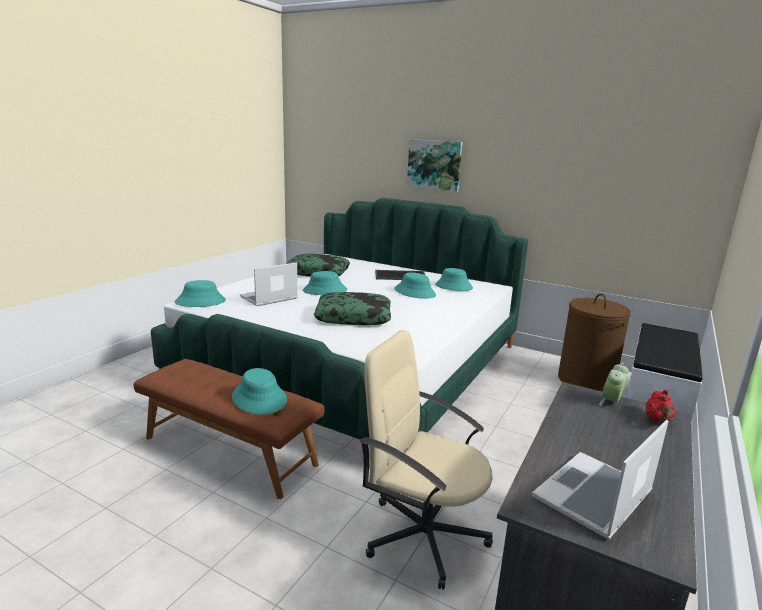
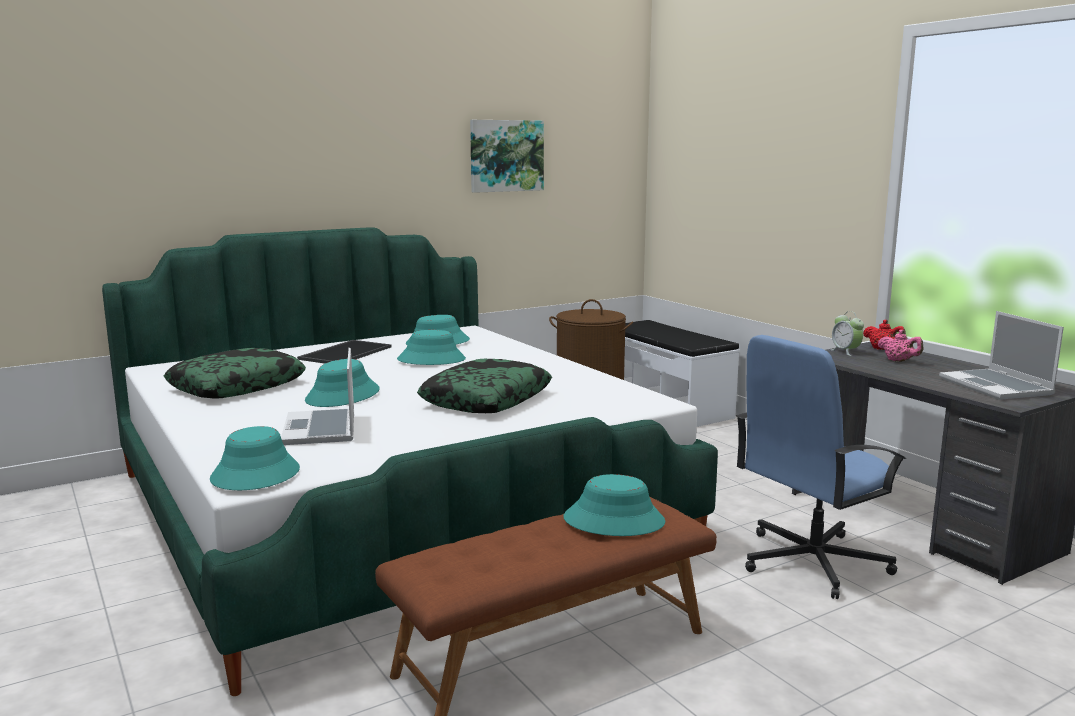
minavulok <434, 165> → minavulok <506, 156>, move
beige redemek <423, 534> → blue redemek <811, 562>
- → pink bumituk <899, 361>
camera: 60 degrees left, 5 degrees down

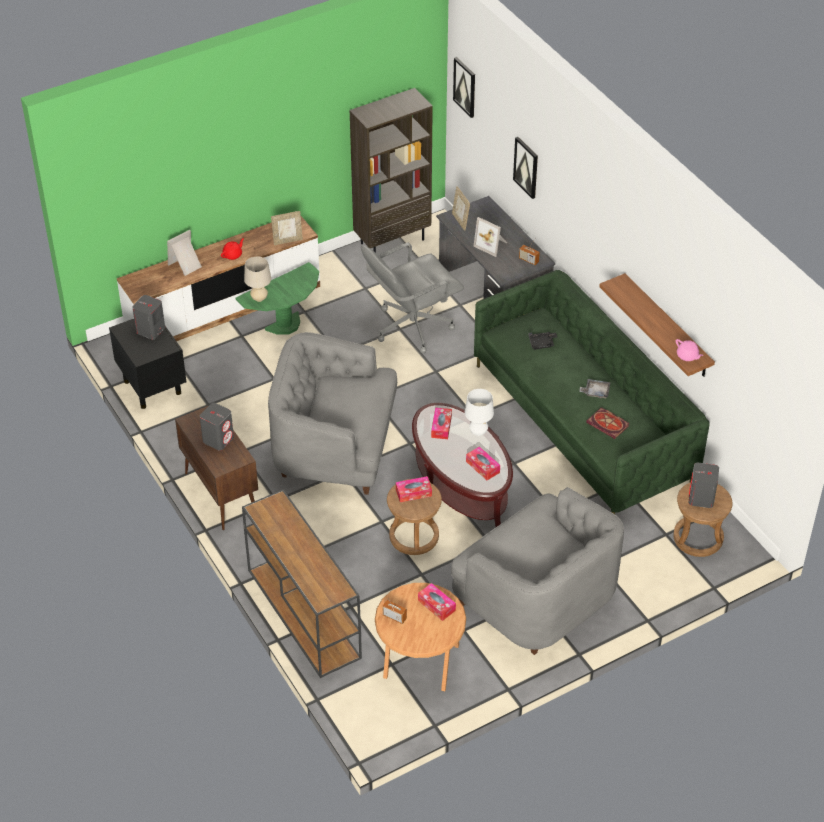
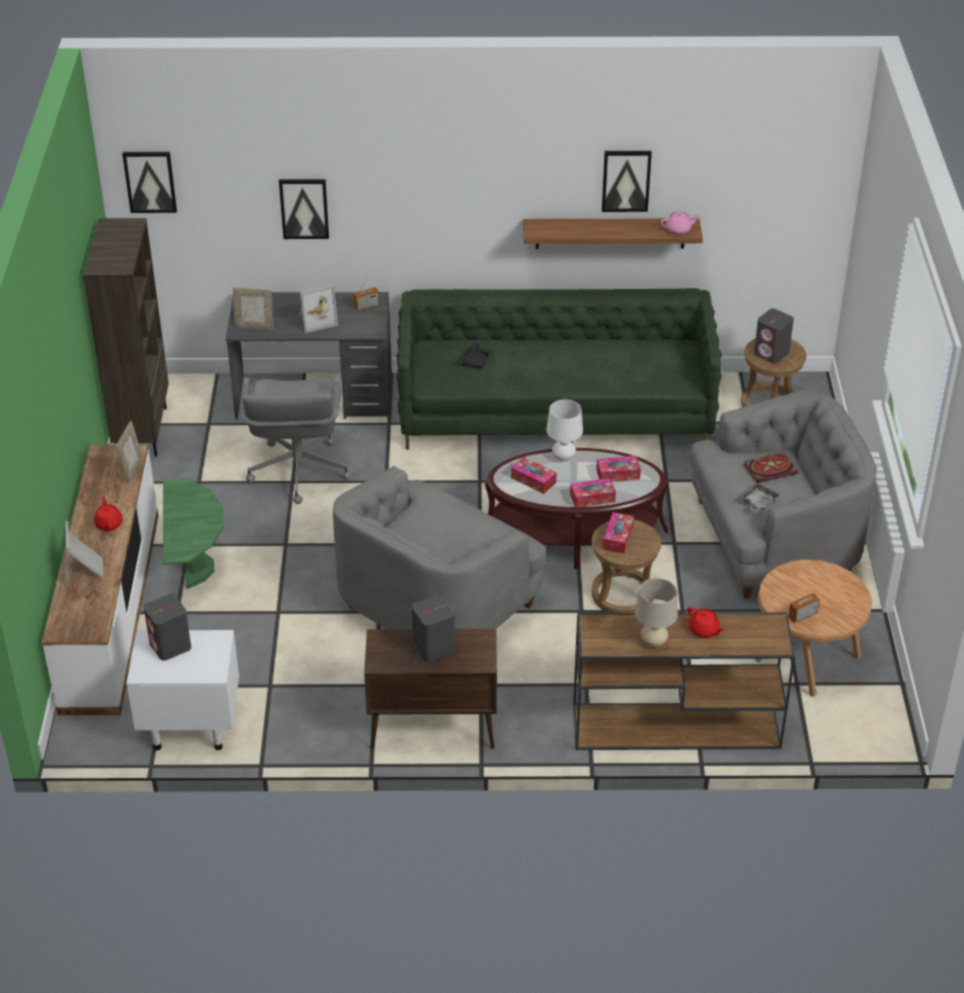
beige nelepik <259, 298> → beige nelepik <653, 642>, move
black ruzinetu <152, 386> → white ruzinetu <189, 726>
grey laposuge <595, 392> → grey laposuge <758, 502>, move
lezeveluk <609, 424> → lezeveluk <771, 468>, move
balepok <436, 605> → balepok <592, 498>, move
- → minavulok <626, 180>
- → red bumituk <704, 630>
camera: 60 degrees left, 5 degrees down

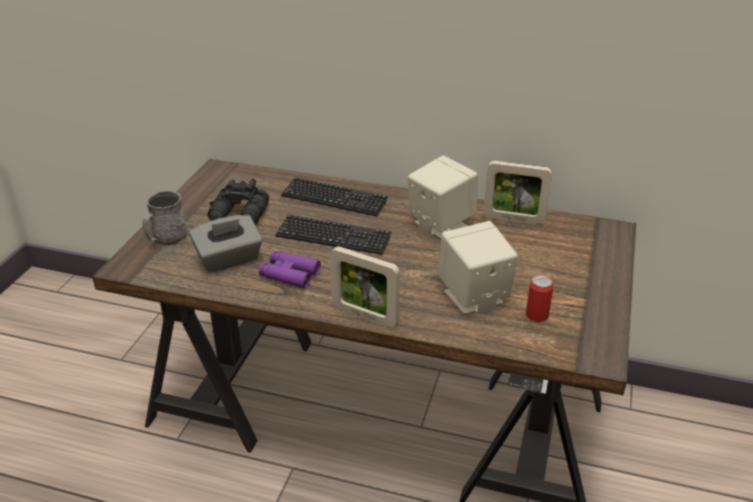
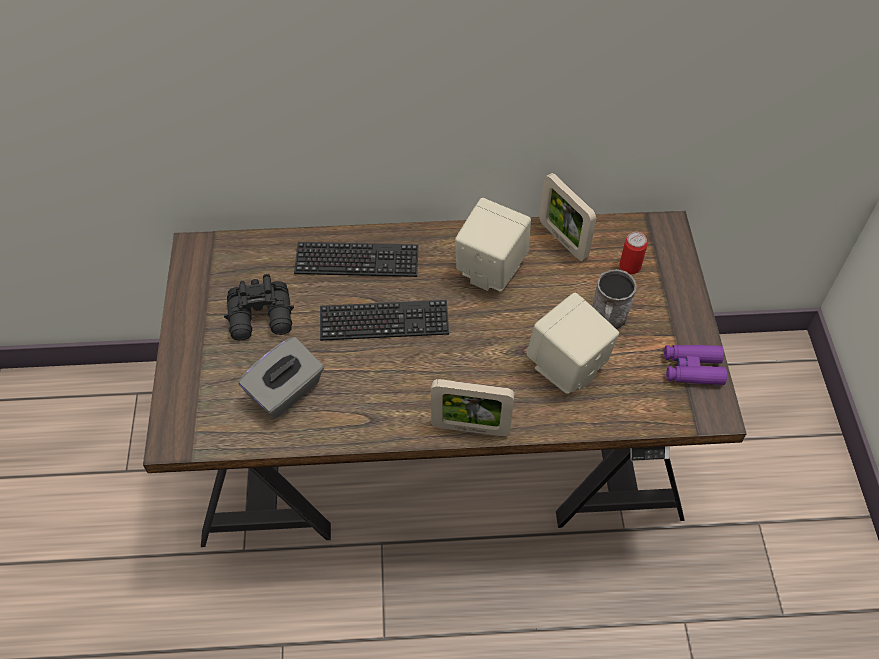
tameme <513, 219> → tameme <563, 240>, 60 degrees clockwise
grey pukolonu <166, 239> → grey pukolonu <607, 320>, move
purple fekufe <289, 274> → purple fekufe <692, 369>, move
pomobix <537, 315> → pomobix <630, 266>, move
camera: 20 degrees left, 20 degrees up

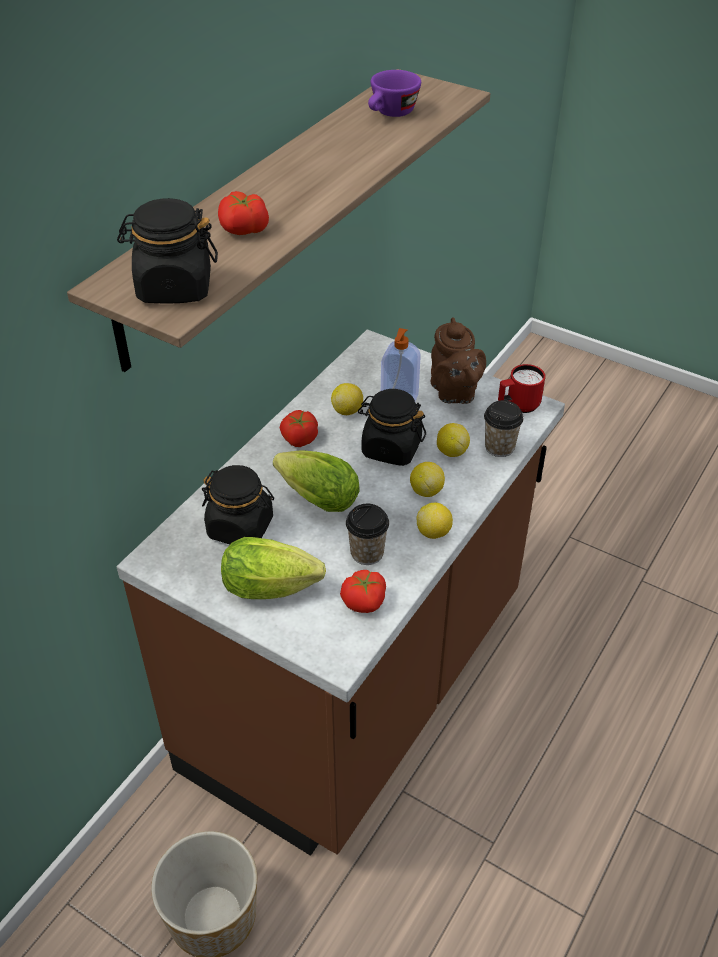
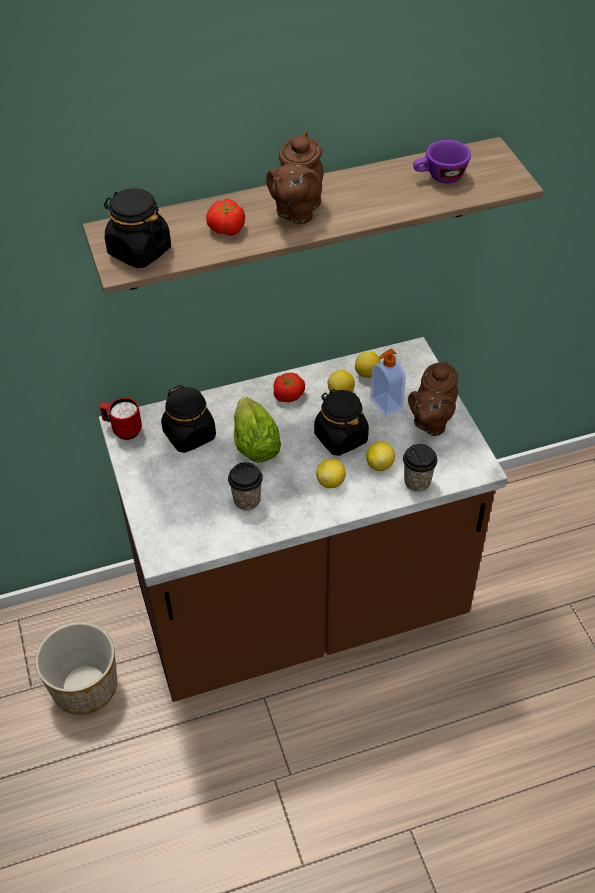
red pukolonu <518, 406> → red pukolonu <123, 430>, move
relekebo <434, 532> → relekebo <367, 374>, move
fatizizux <275, 588> → -
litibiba <364, 601> → -
- → brown bumituk <296, 211>
camera: 40 degrees right, 5 degrees up

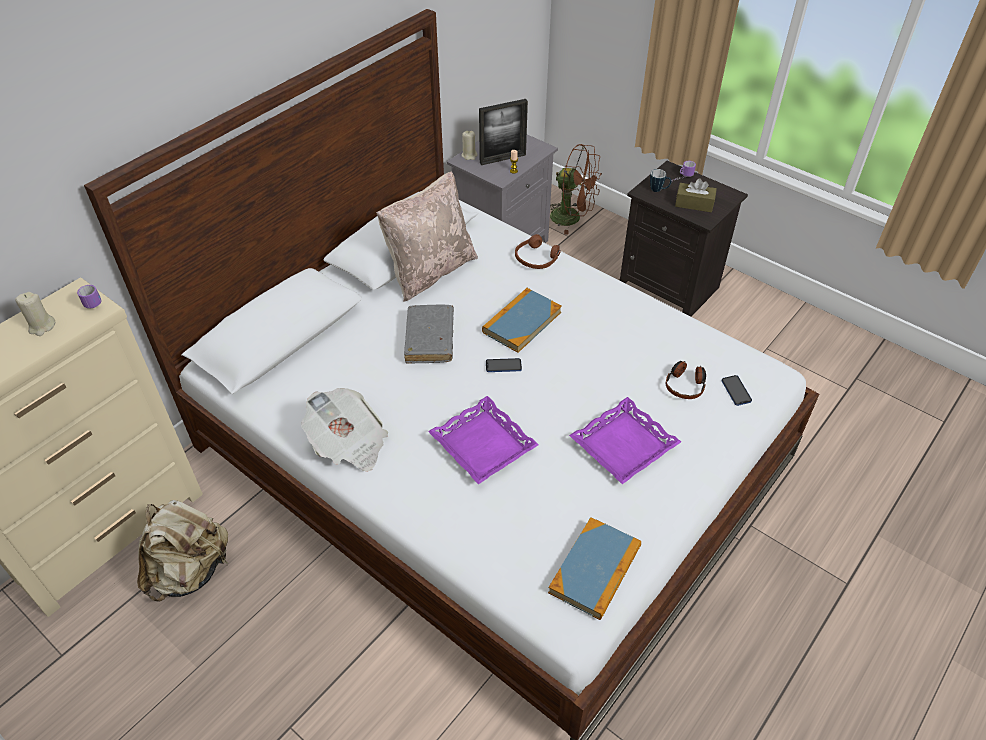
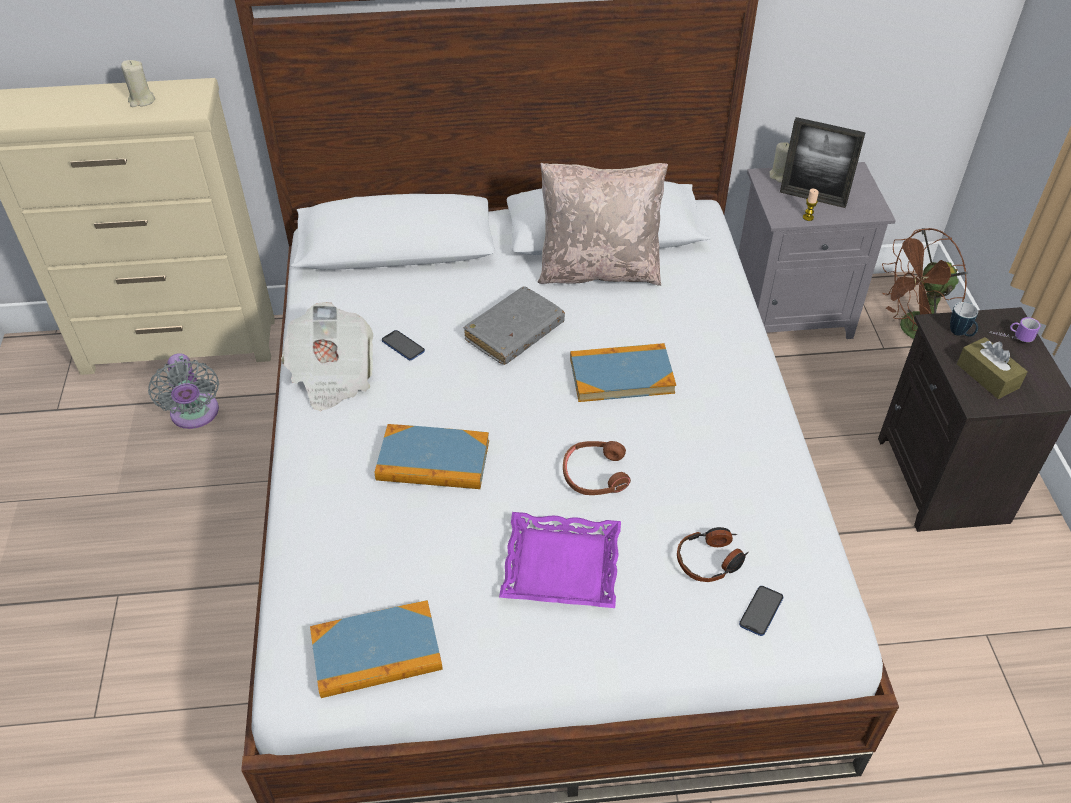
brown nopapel <572, 218> → brown nopapel <913, 331>, 90 degrees clockwise
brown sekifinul <536, 258> → brown sekifinul <595, 474>, move
pukolonu <89, 301> → -
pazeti <503, 366> → pazeti <403, 346>, move
purple laposuge <484, 444> → lezeveluk <433, 461>
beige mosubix <190, 571> → grey nopapel <195, 415>
camera: 45 degrees right, 0 degrees up

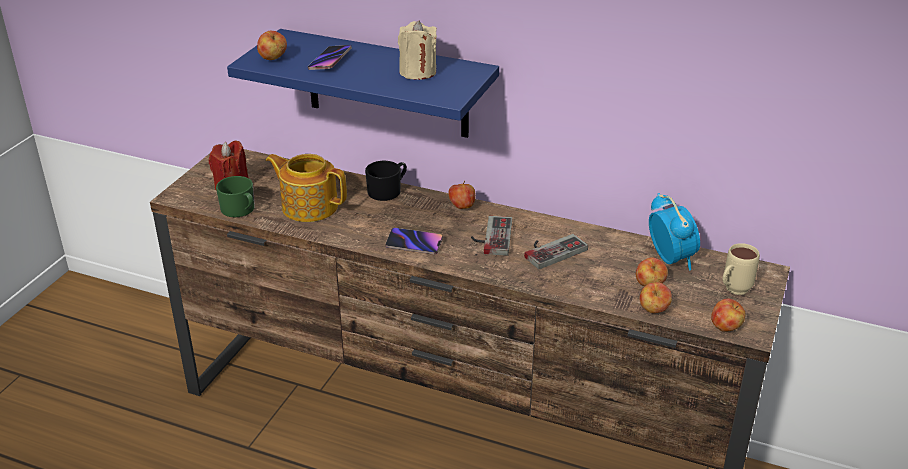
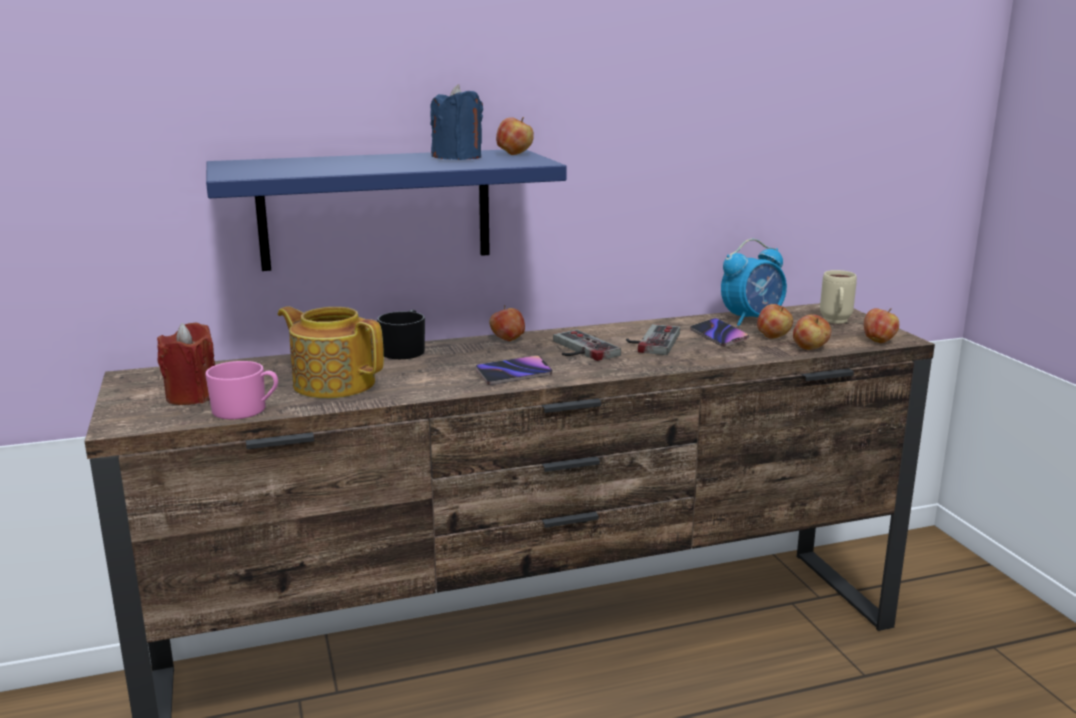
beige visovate <418, 72> → blue visovate <457, 158>
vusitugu <273, 58> → vusitugu <515, 154>, move
pazeti <330, 60> → pazeti <719, 336>, move
bumituk <309, 206> → bumituk <333, 383>, 45 degrees clockwise
green pukolonu <240, 210> → pink pukolonu <246, 410>
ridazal <670, 258> → ridazal <752, 320>, 120 degrees clockwise
camera: 40 degrees left, 15 degrees down

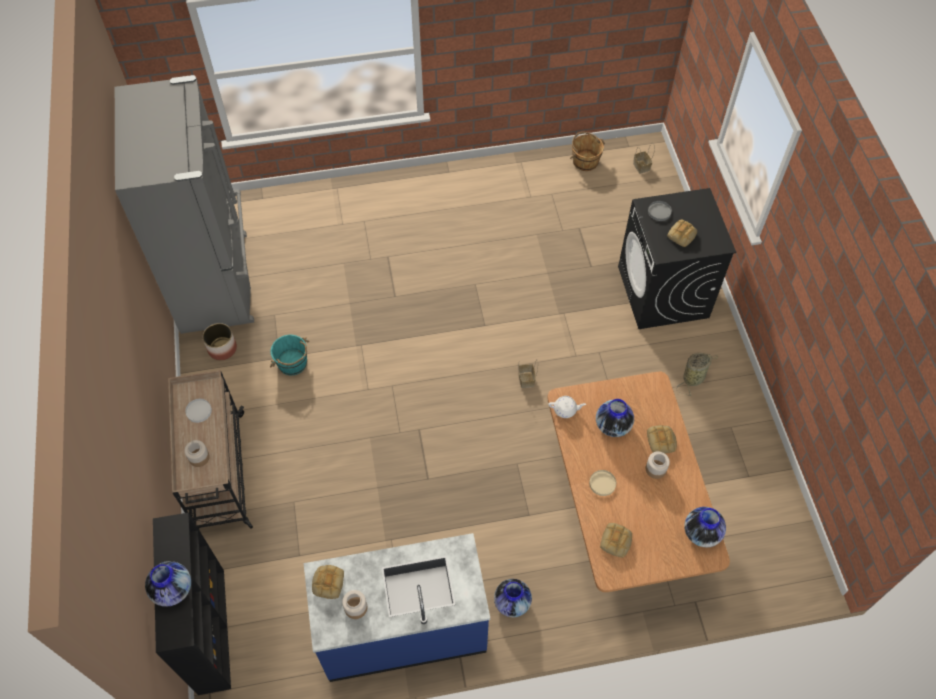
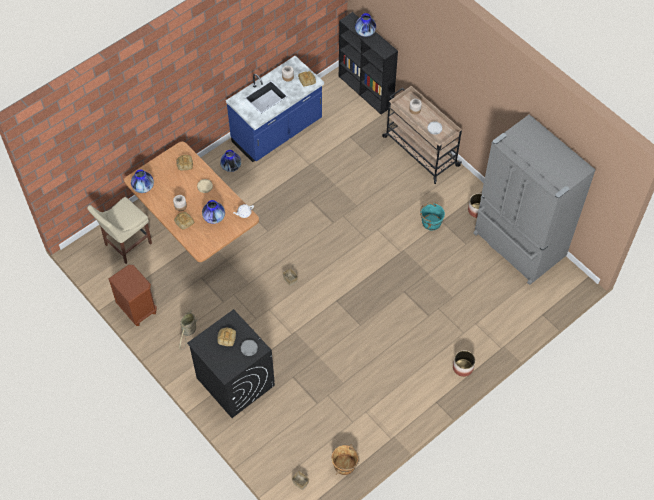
- → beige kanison <126, 245>
- → brown ruzinetu <137, 309>
- → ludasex <462, 367>
camera: 150 degrees right, 0 degrees up

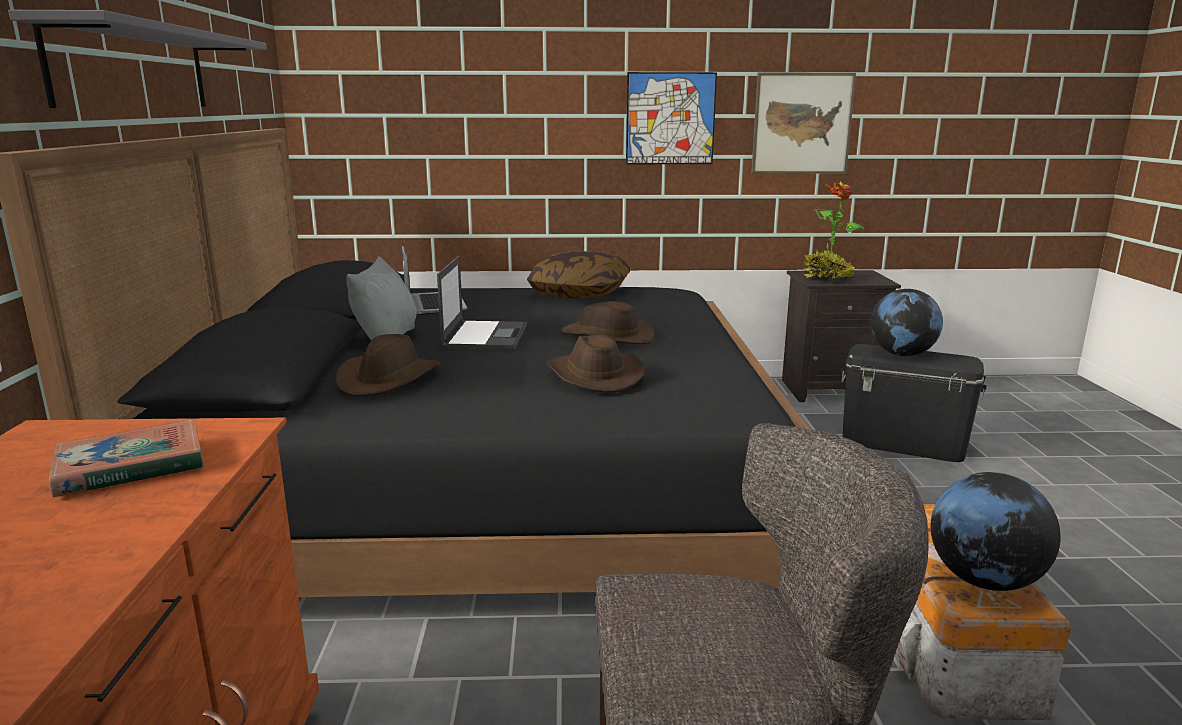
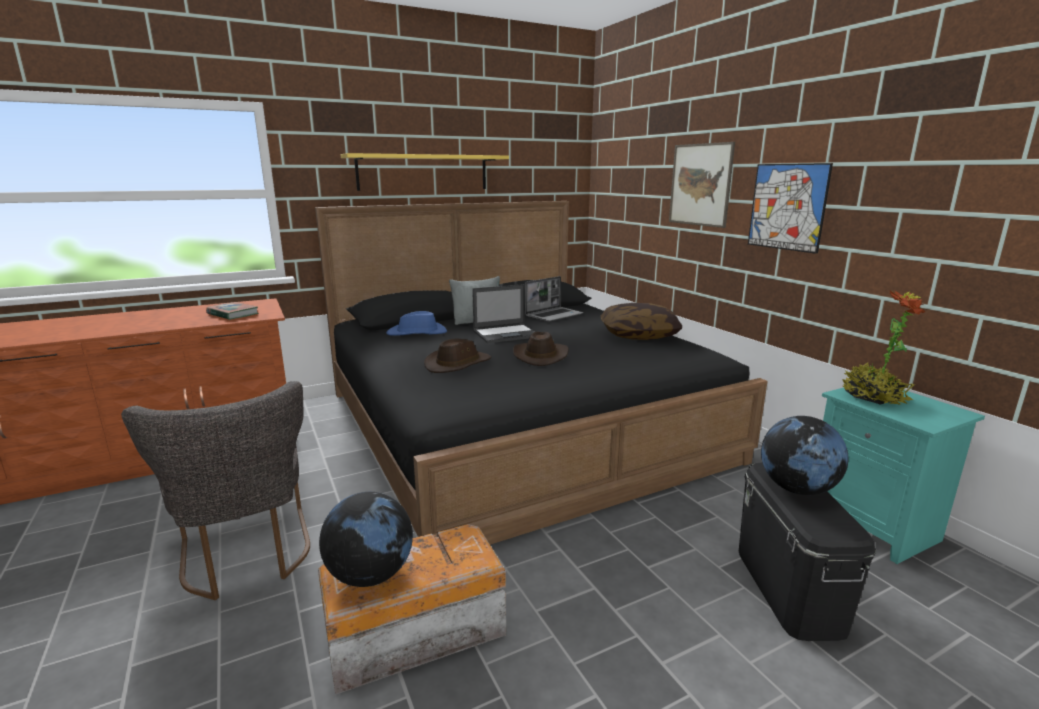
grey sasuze <133, 68> → yellow sasuze <423, 172>
minavulok <802, 124> → minavulok <700, 185>, move
black ruzinetu <830, 389> → turquoise ruzinetu <874, 526>
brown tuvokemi <388, 379> → blue tuvokemi <417, 333>
camera: 65 degrees right, 0 degrees up

